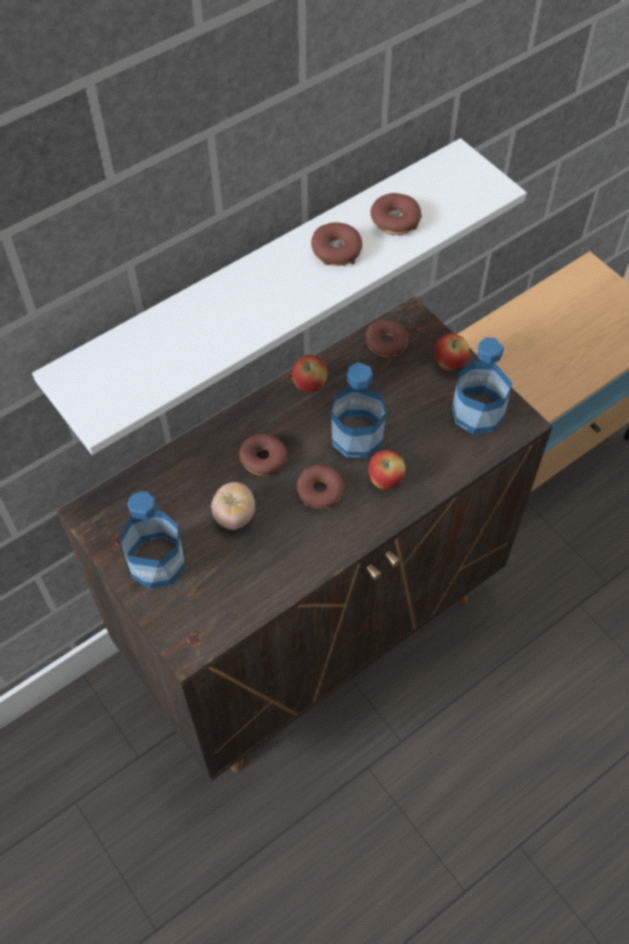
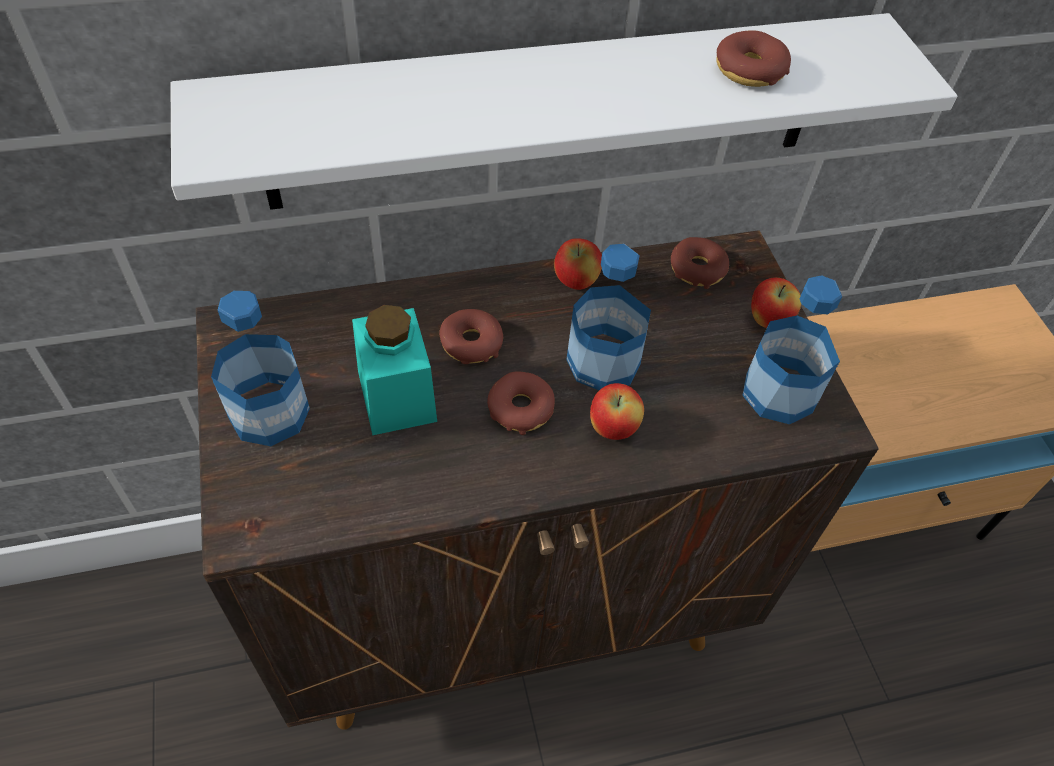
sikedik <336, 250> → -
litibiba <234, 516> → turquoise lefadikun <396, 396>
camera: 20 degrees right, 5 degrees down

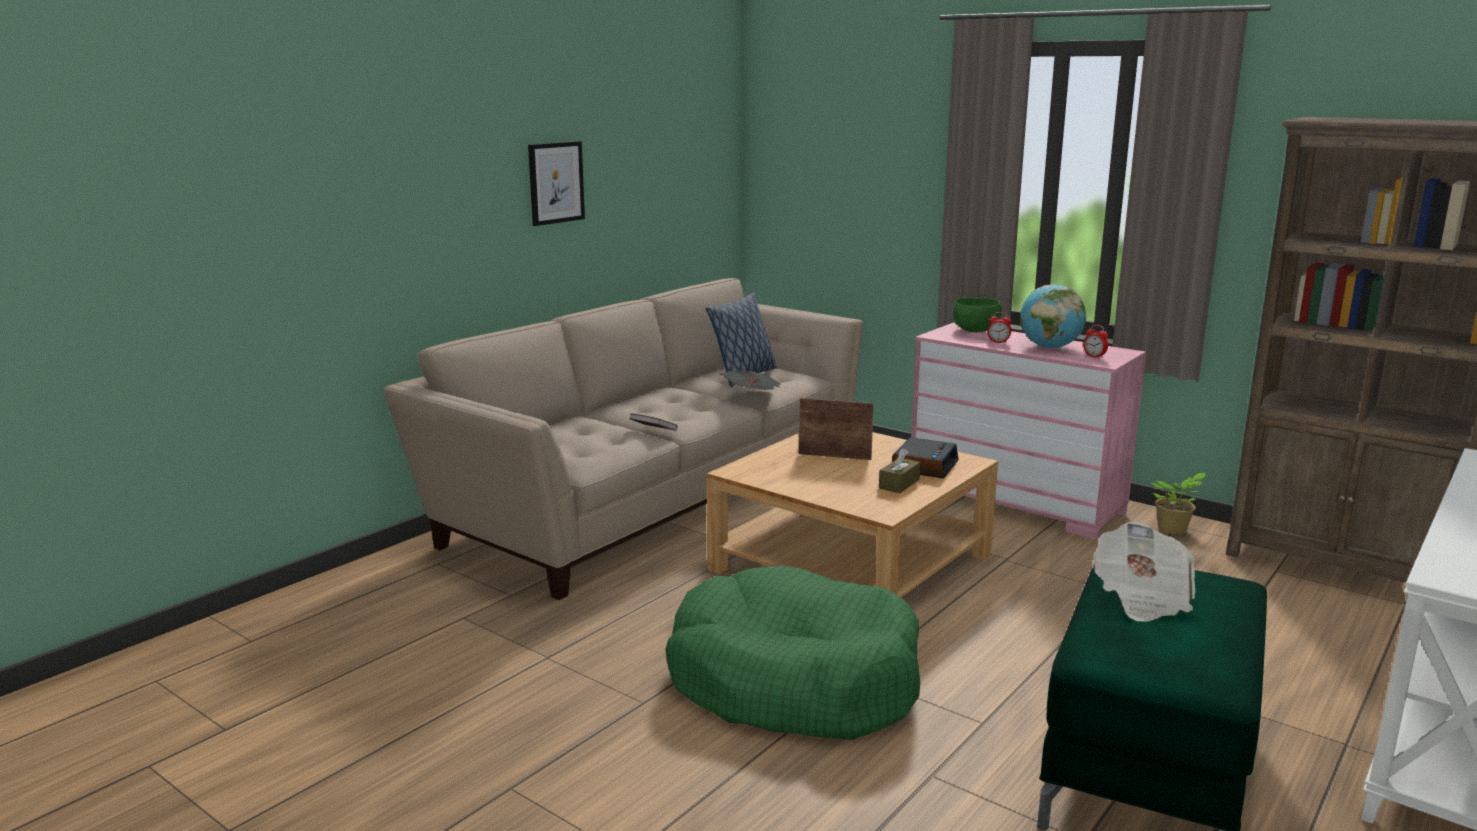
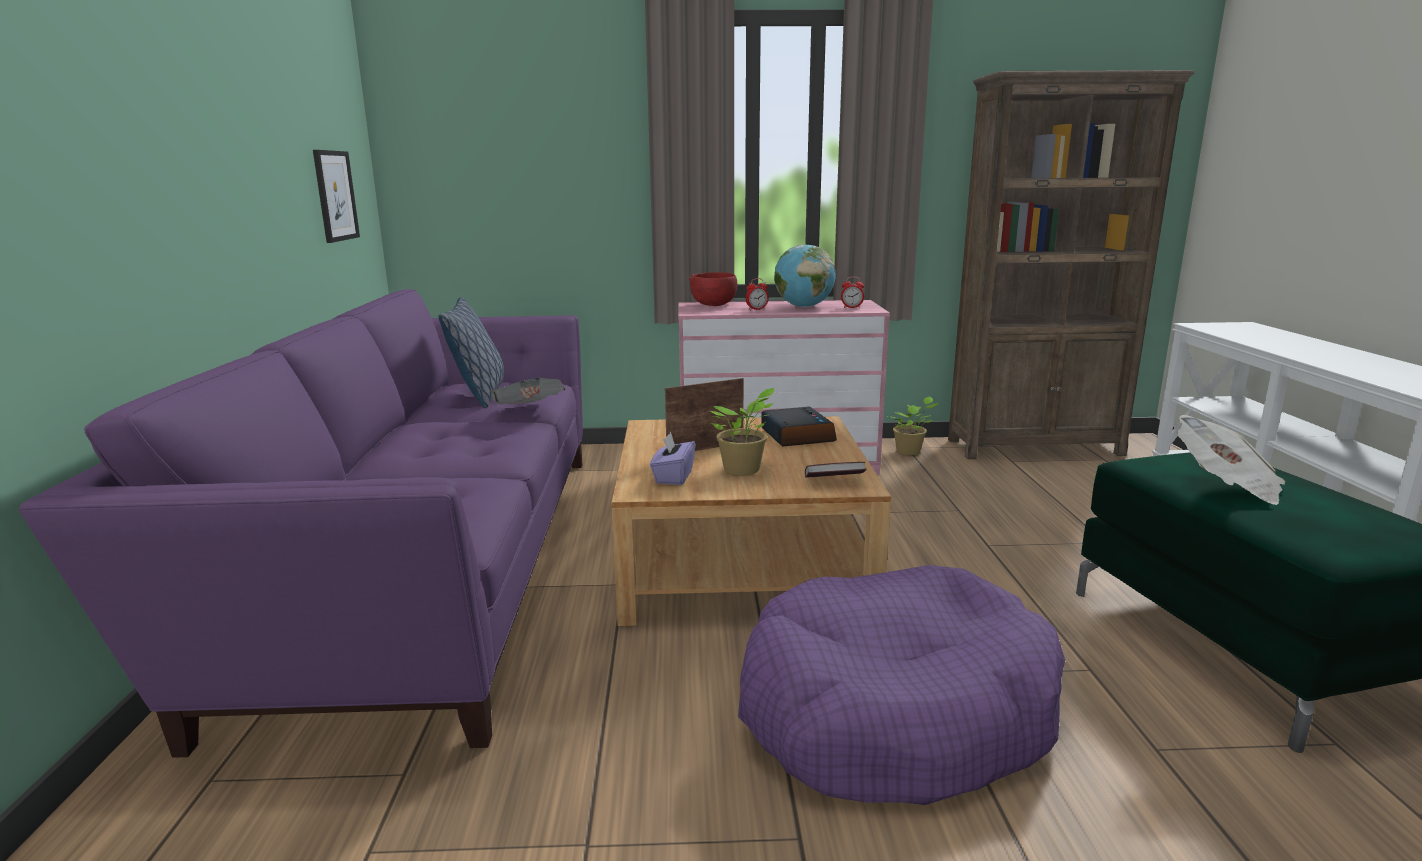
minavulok <556, 182> → minavulok <335, 196>, move
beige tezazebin <654, 494> → purple tezazebin <430, 562>
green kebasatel <976, 330> → red kebasatel <714, 304>
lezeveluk <653, 431> → lezeveluk <834, 482>, move
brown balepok <899, 484> → -
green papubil <794, 681> → purple papubil <894, 713>
- → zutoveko <743, 470>
- → purple balepok <673, 477>
camera: 40 degrees left, 0 degrees up

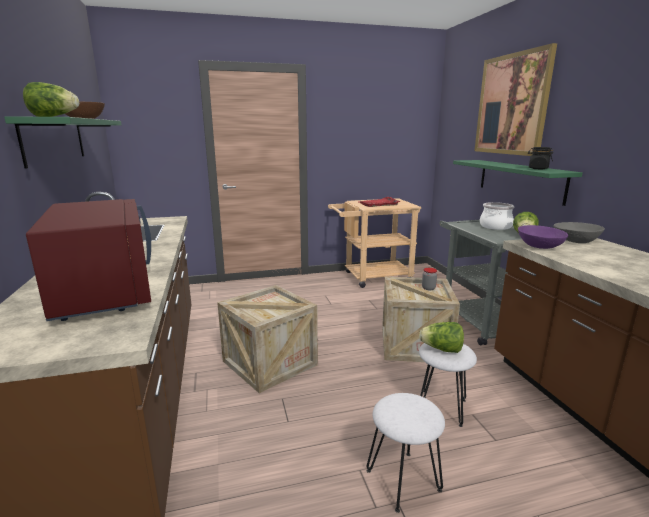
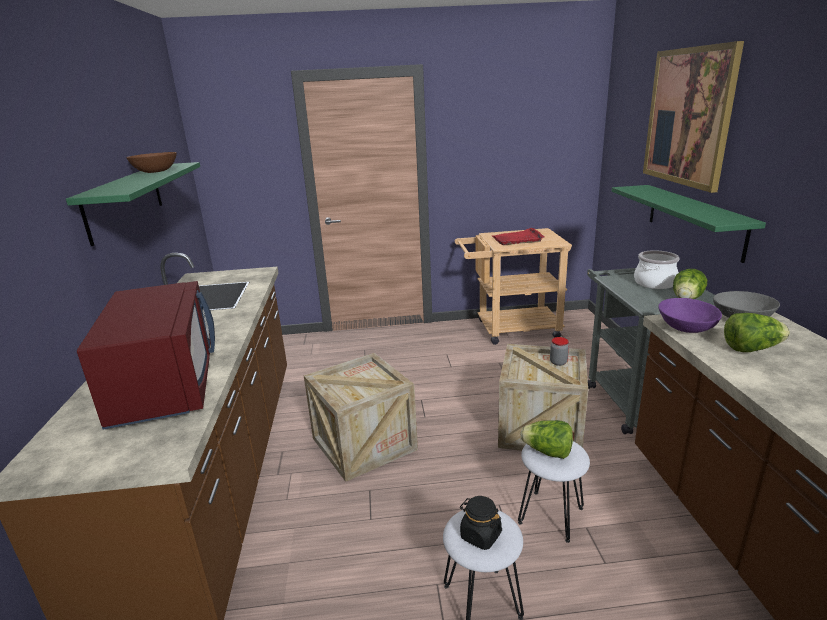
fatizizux <54, 117> → fatizizux <751, 349>, move
black lefadikun <538, 168> → black lefadikun <480, 535>, move
camera: 10 degrees right, 5 degrees up

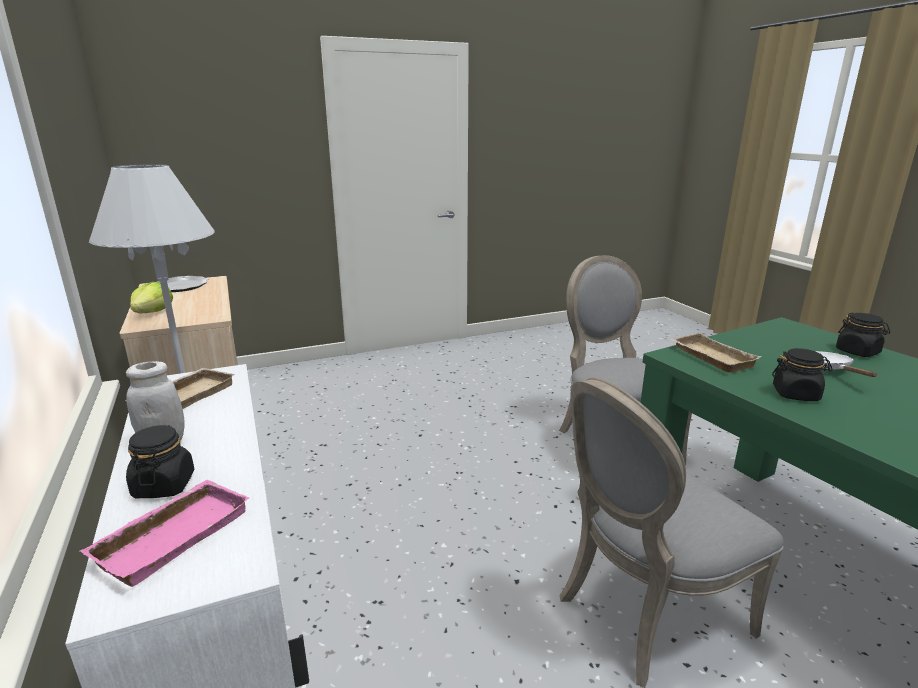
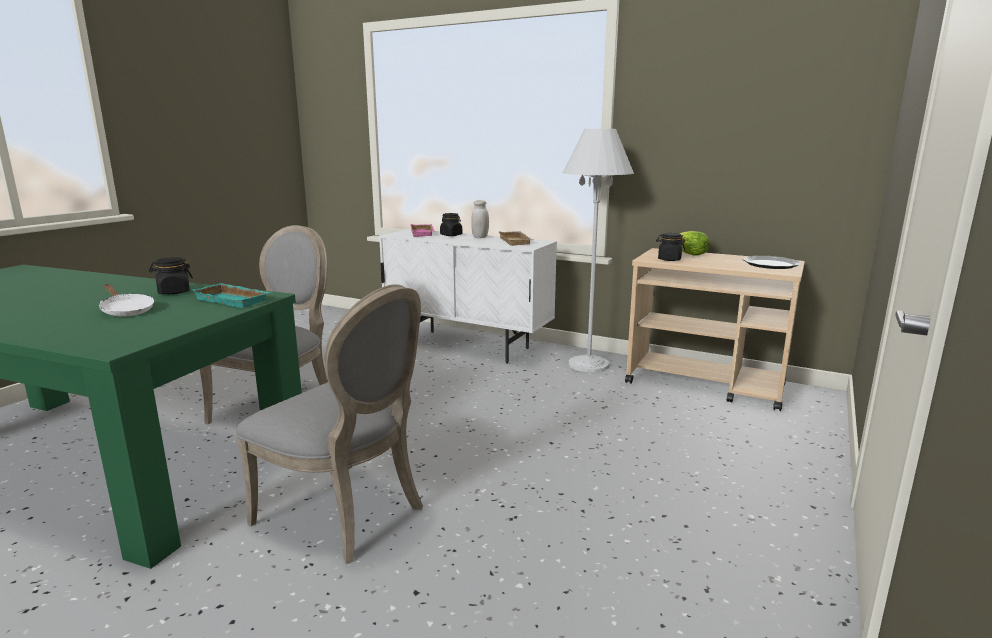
black lefadikun <857, 352> → black lefadikun <669, 259>, move
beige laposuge <709, 357> → turquoise laposuge <234, 300>
camera: 140 degrees right, 5 degrees down

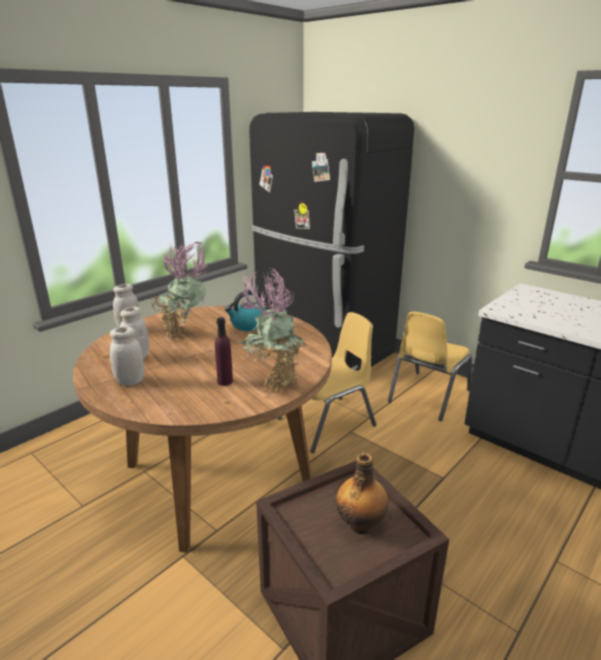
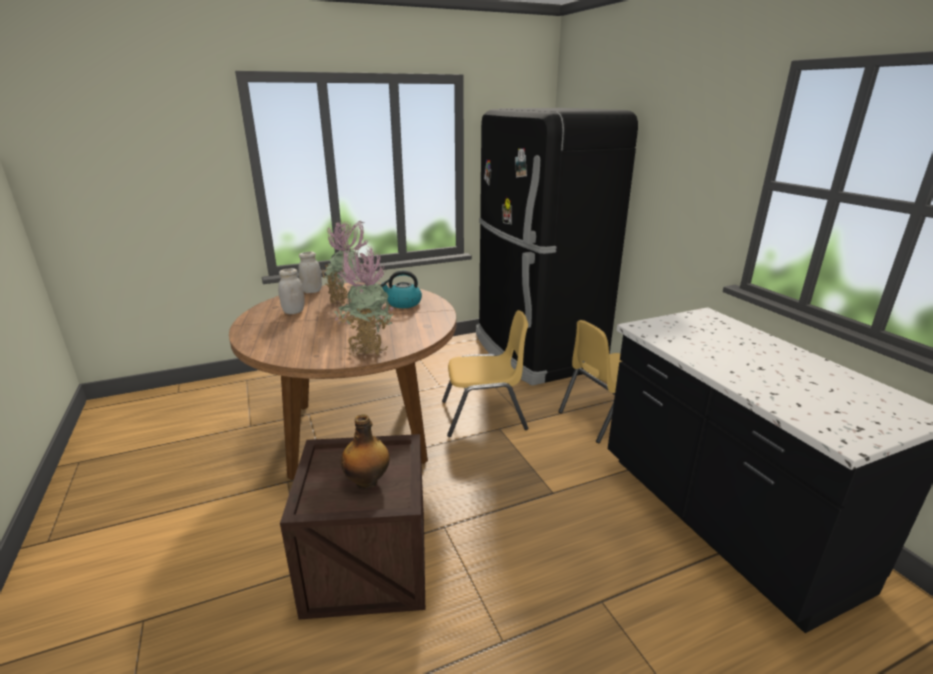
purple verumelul <225, 381> → -
white lefadikun <130, 381> → -
camera: 25 degrees right, 0 degrees up

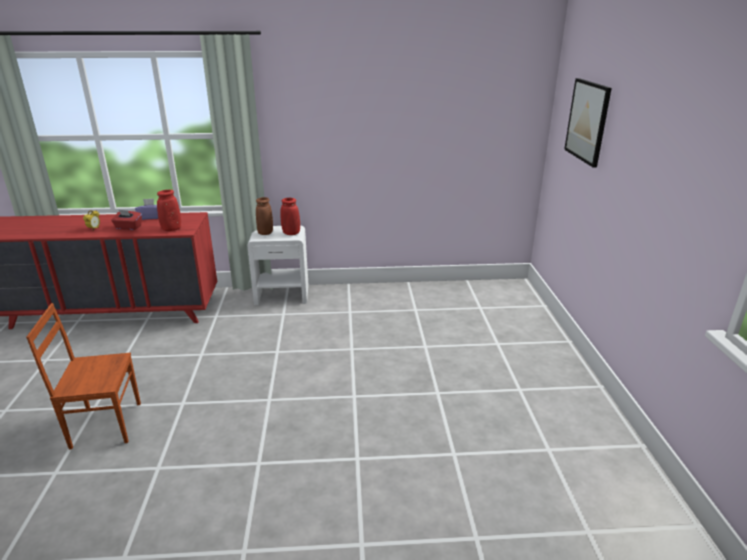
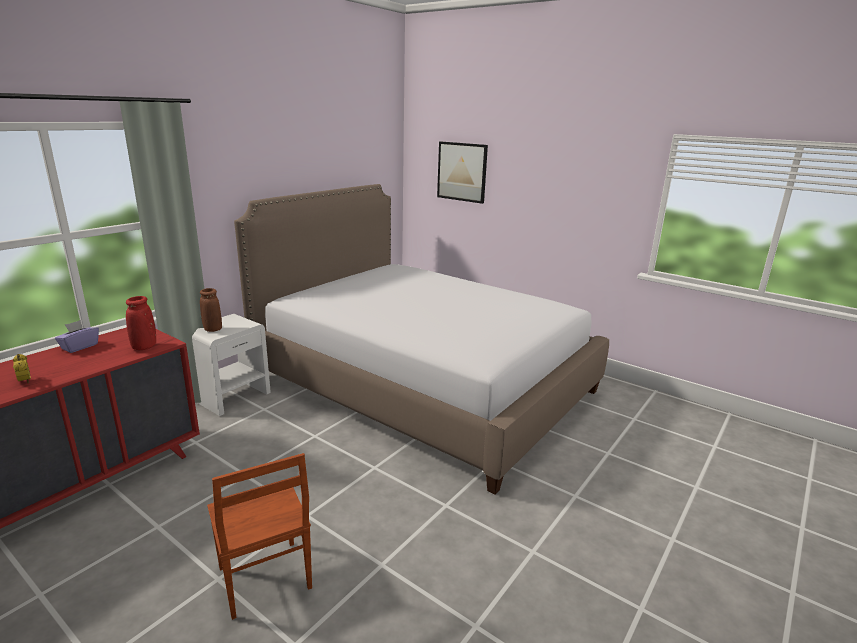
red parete <291, 233> → -
red balepok <128, 227> → -
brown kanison <105, 424> → brown kanison <264, 580>, 60 degrees counterclockwise
- → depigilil <424, 384>
camera: 50 degrees left, 5 degrees down

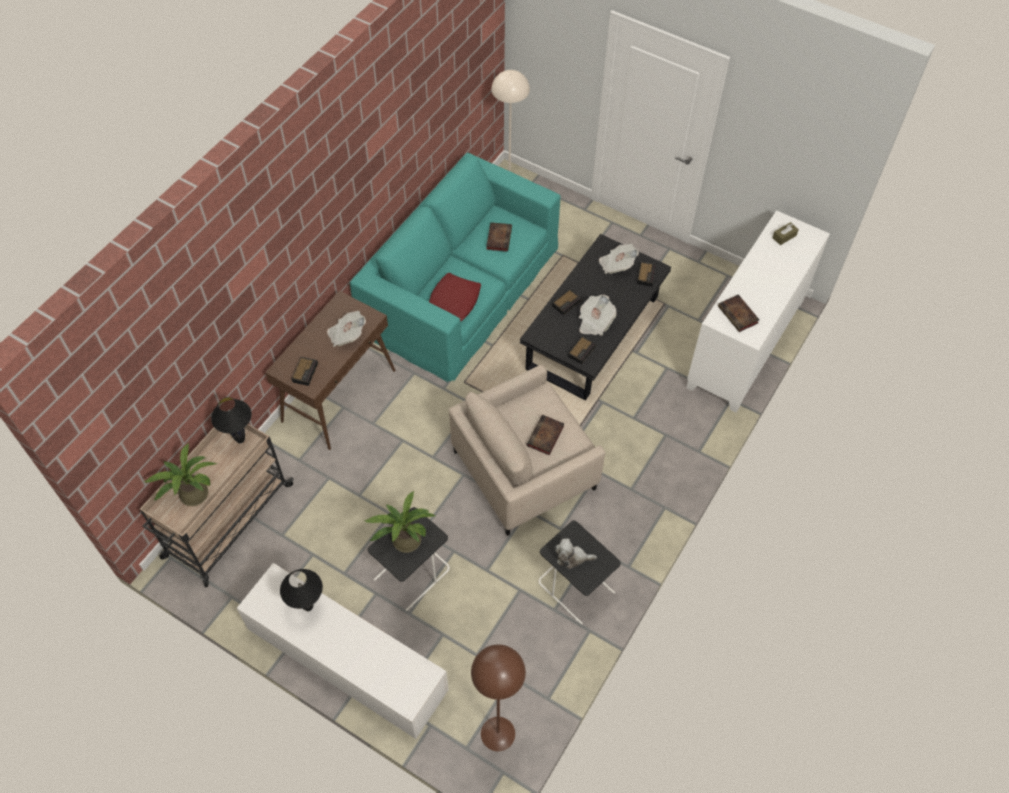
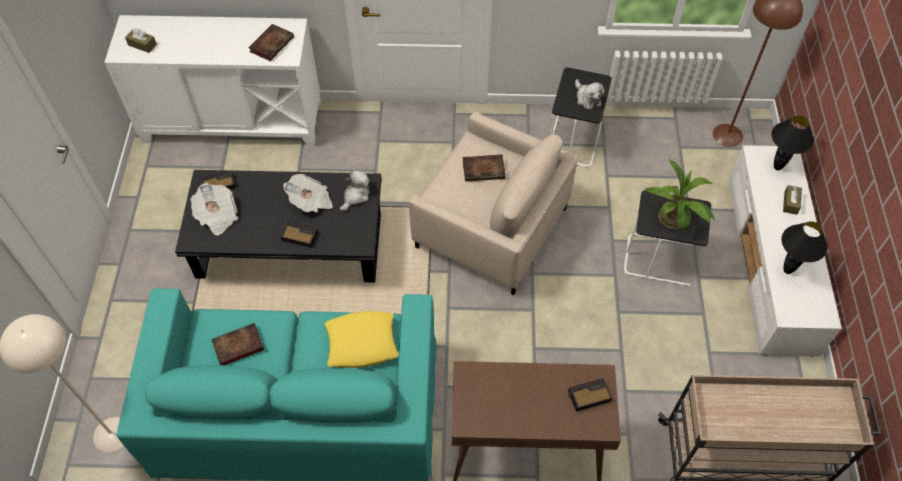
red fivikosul <454, 301> → yellow fivikosul <361, 343>
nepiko <347, 335> → -
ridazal <582, 351> → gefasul <355, 196>
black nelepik <241, 440> → black nelepik <777, 167>, move
zutoveko <190, 494> → -
- → brown balepok <790, 203>
camera: 120 degrees left, 0 degrees up

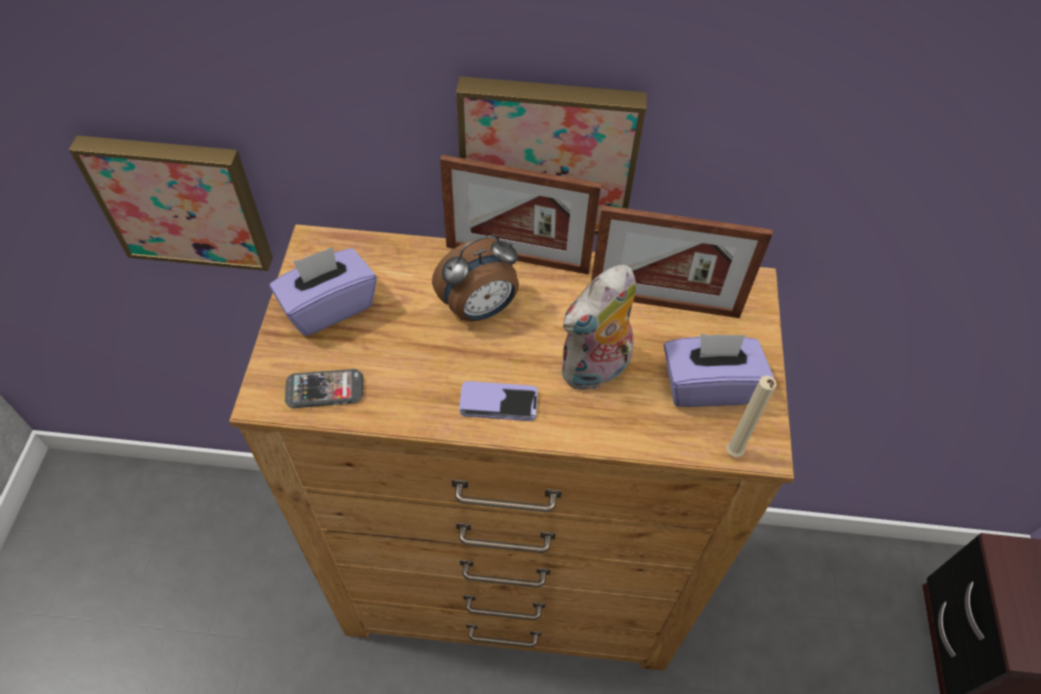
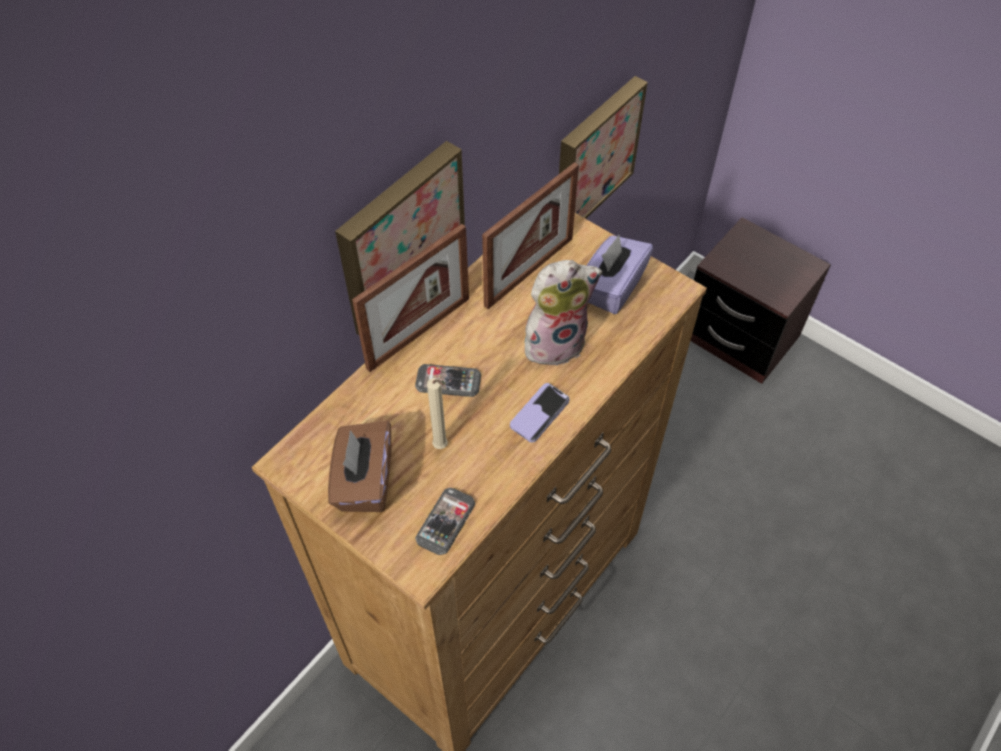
minavulok <181, 200> → minavulok <593, 155>, move
ridazal <480, 309> → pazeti <448, 382>
purple balepok <329, 306> → brown balepok <364, 481>
gefasul <595, 371> → gefasul <555, 342>, 105 degrees counterclockwise
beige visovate <733, 455> → beige visovate <442, 447>, move
camera: 55 degrees left, 0 degrees up

